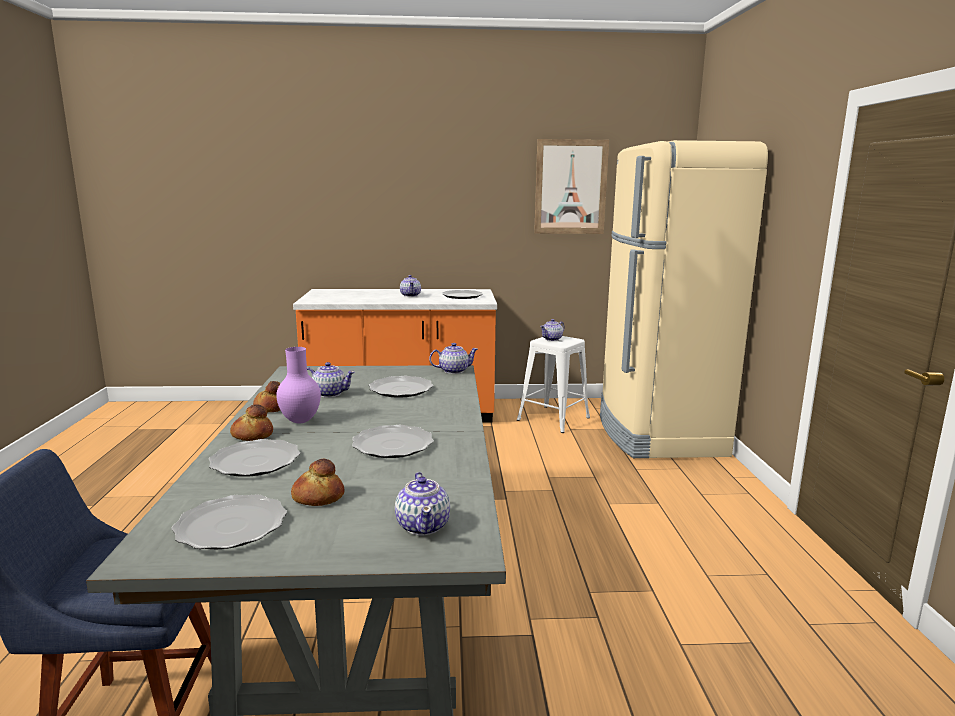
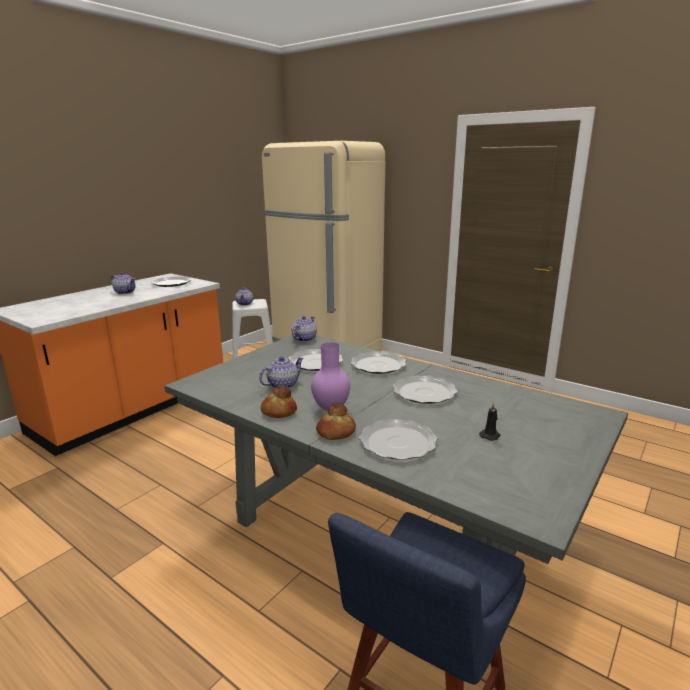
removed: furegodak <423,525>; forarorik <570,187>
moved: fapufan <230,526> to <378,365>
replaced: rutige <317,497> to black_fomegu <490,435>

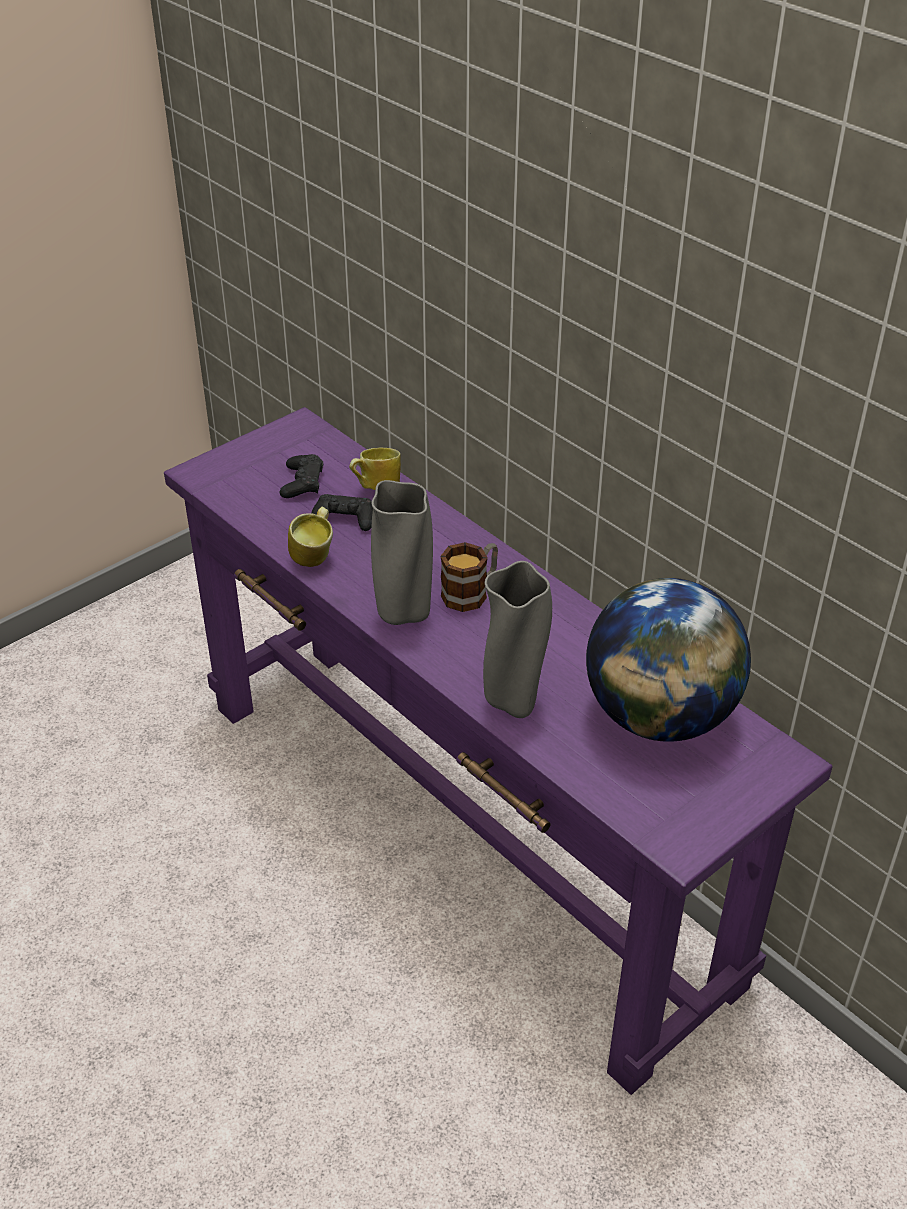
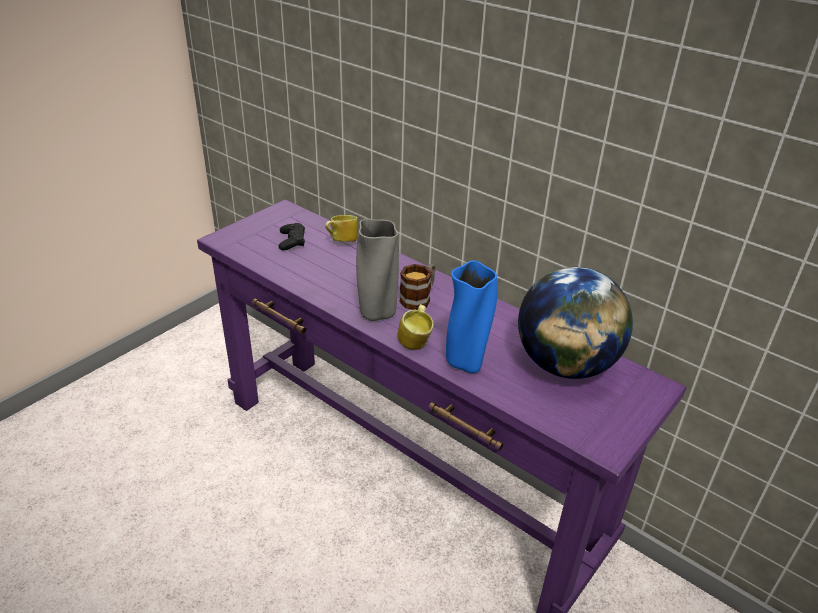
removed: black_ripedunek <344,519>
moved: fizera <315,556> to <416,341>
recoloured: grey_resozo <513,702> to blue_resozo <465,363>

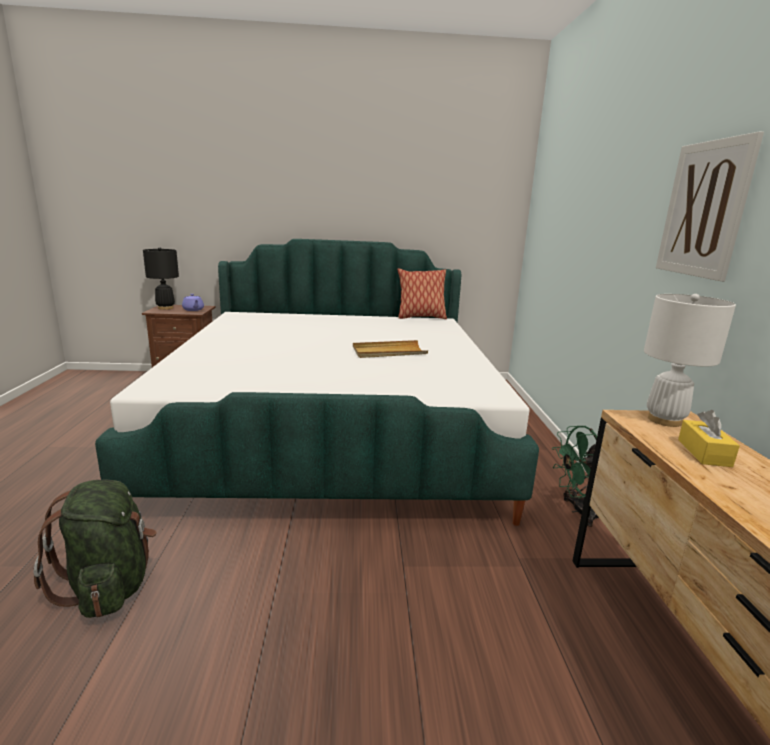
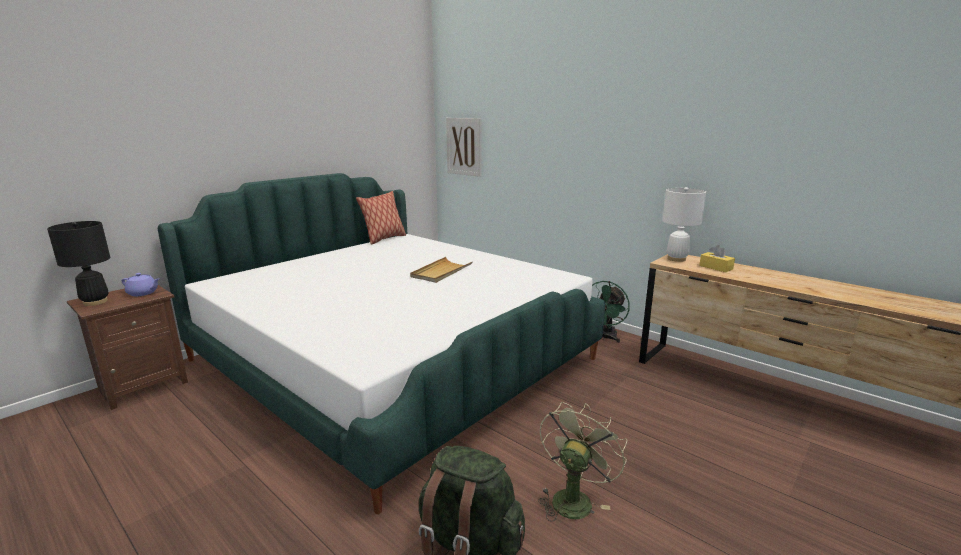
added: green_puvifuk <573,498>
moved: forarorik <704,209> to <464,146>

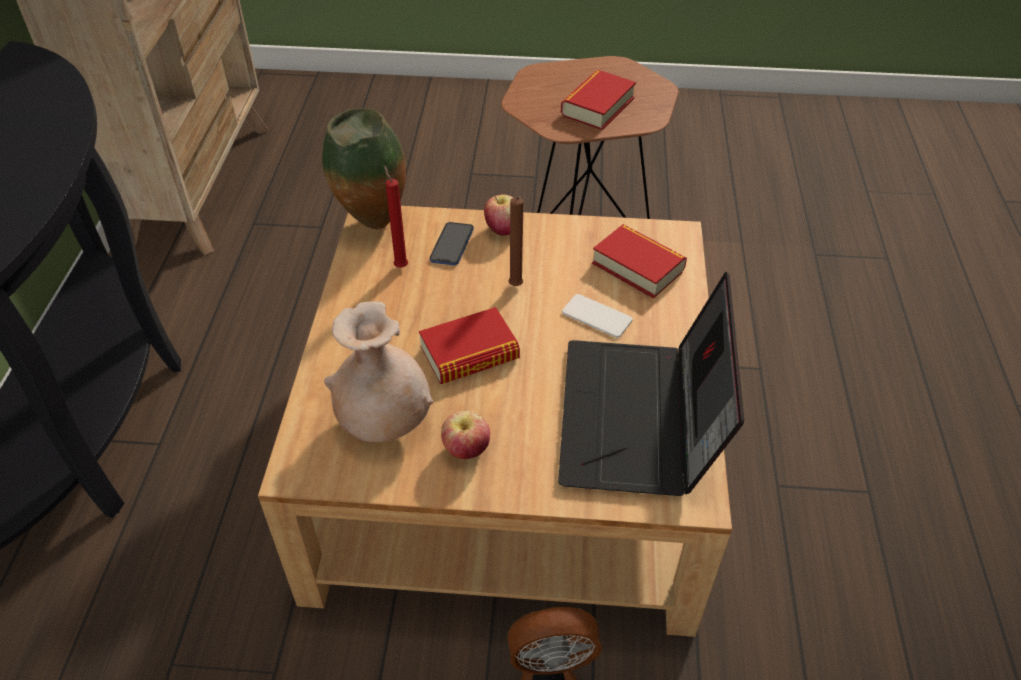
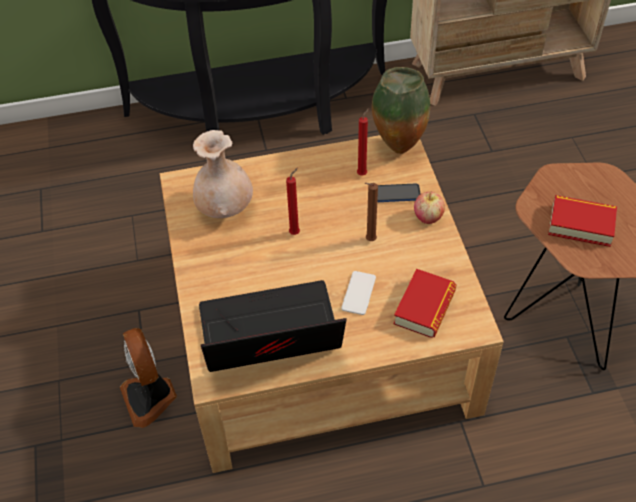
removed: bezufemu <466,450>
replaced: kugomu <469,353> to red_fomegu <296,232>

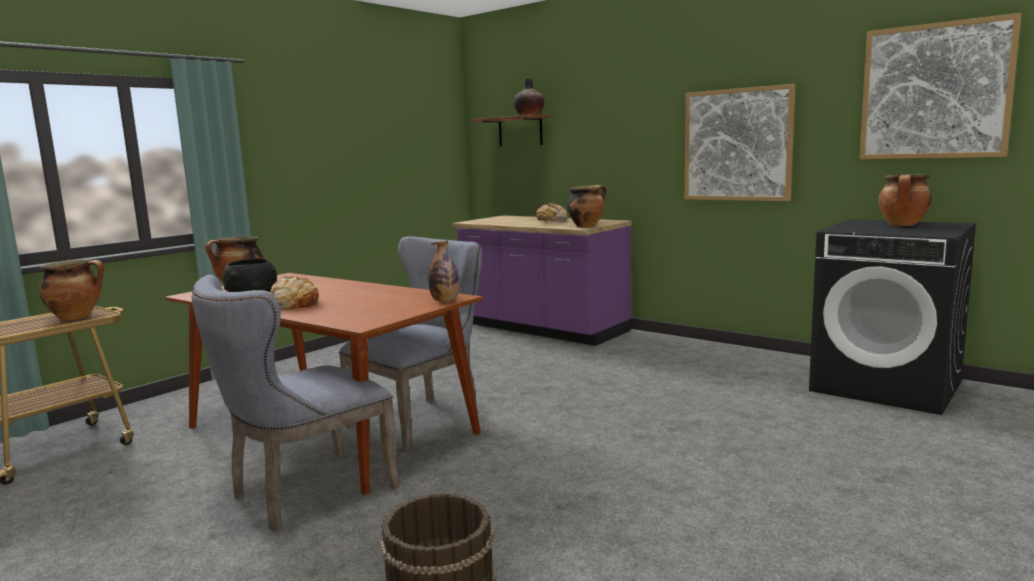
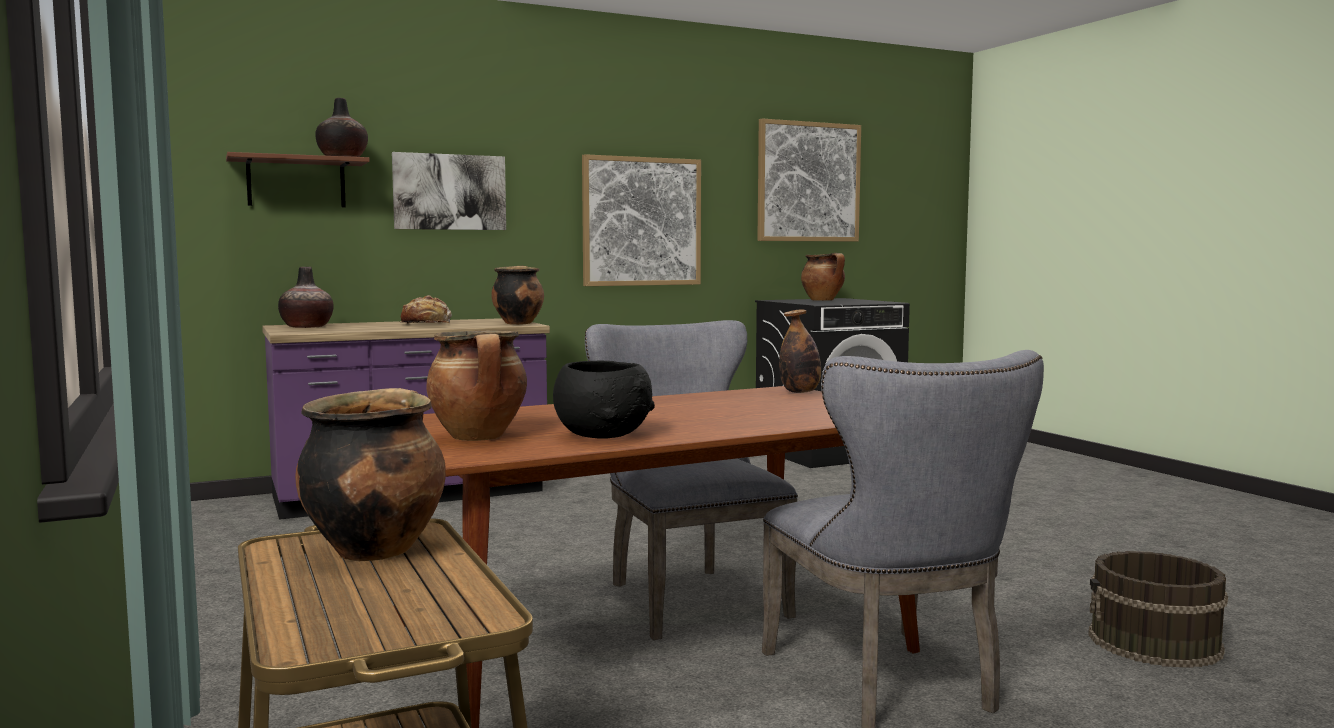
removed: rutige <294,304>
added: resozo <307,327>; forarorik <449,192>

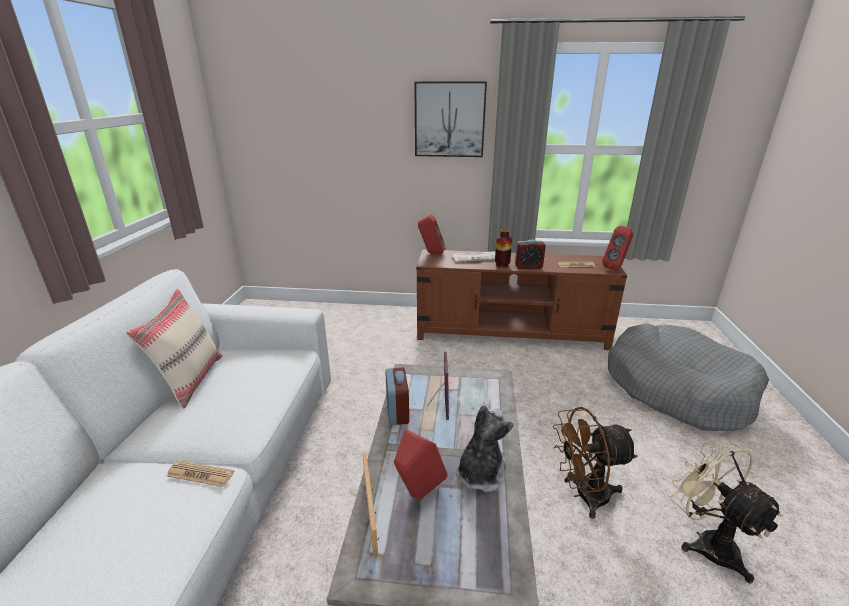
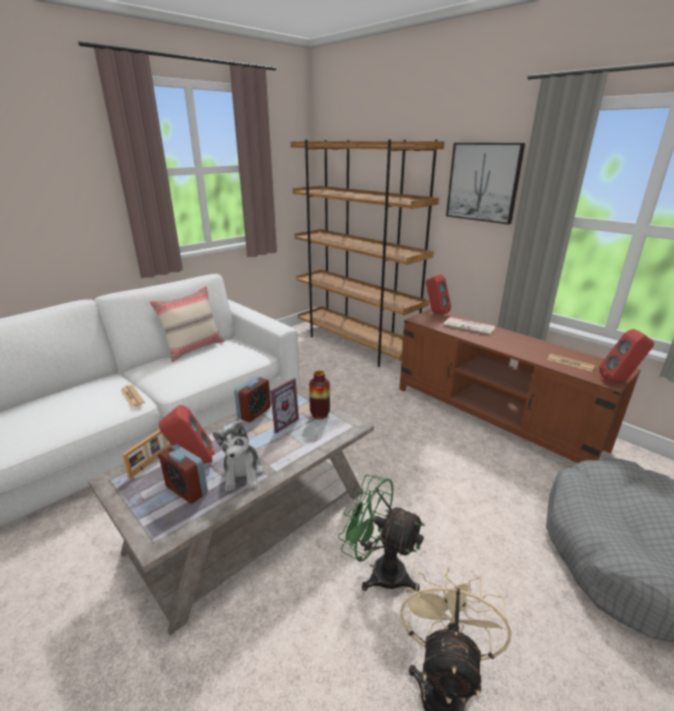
added: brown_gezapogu <356,345>
moved: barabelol <528,267> to <187,490>; resozo <502,265> to <320,414>
recoloured: brown_puvifuk <584,495> to green_puvifuk <379,570>
turned: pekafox <480,473> = <242,473> 105 degrees clockwise

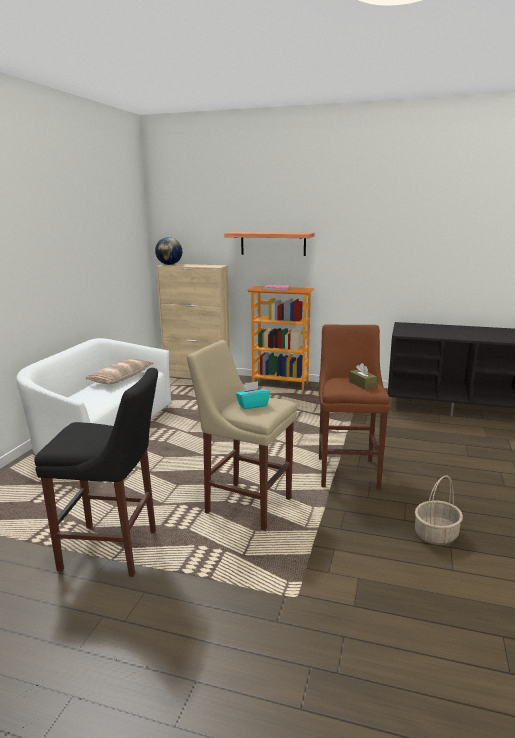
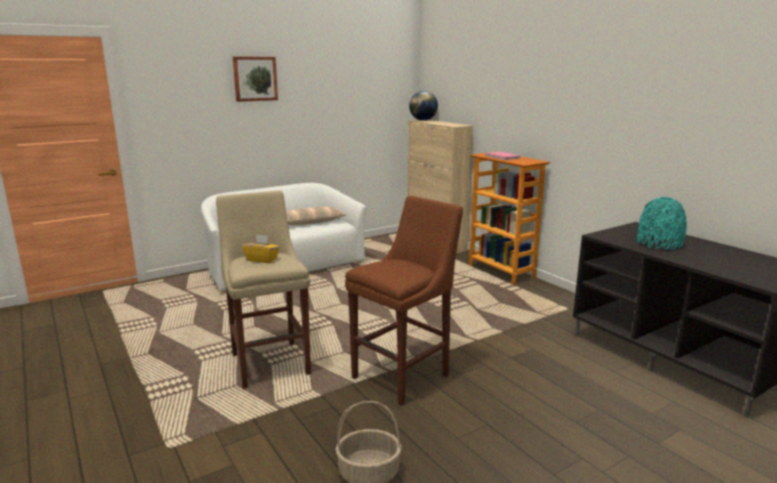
removed: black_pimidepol <114,551>; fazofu <273,243>; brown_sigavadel <362,384>
added: forarorik <255,78>; turquoise_resozo <659,244>
recoloured: turquoise_sigavadel <252,405> to yellow_sigavadel <262,259>

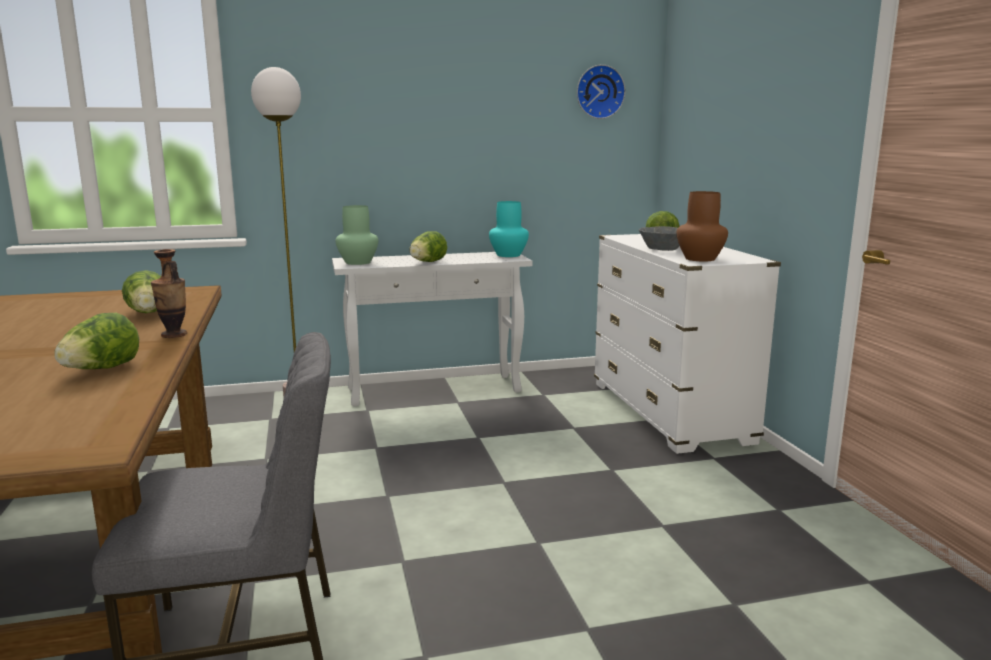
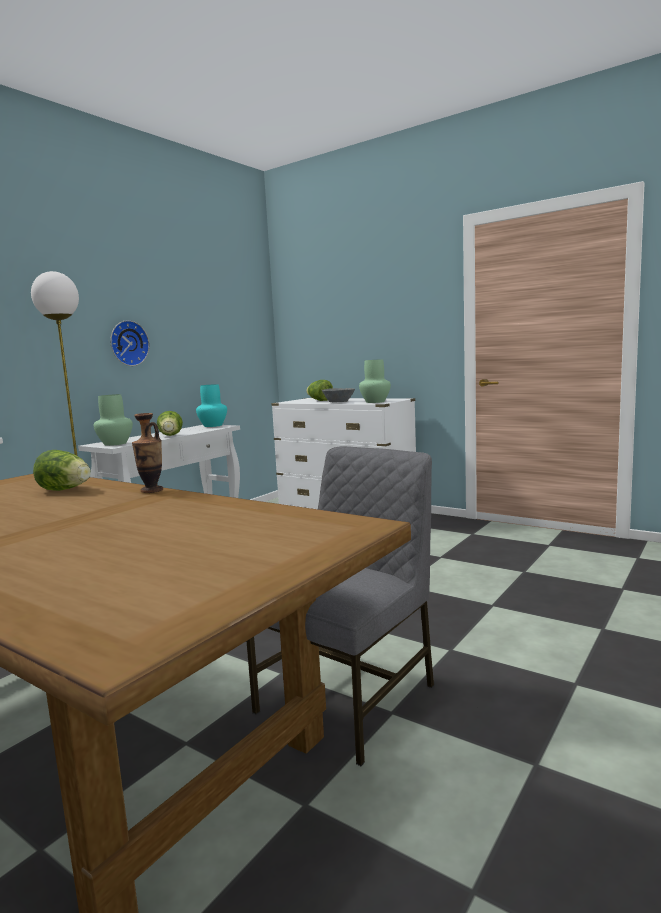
removed: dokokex <101,369>
moved: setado <599,92> to <128,343>
recoloured: brown_resozo <700,259> to green_resozo <375,402>

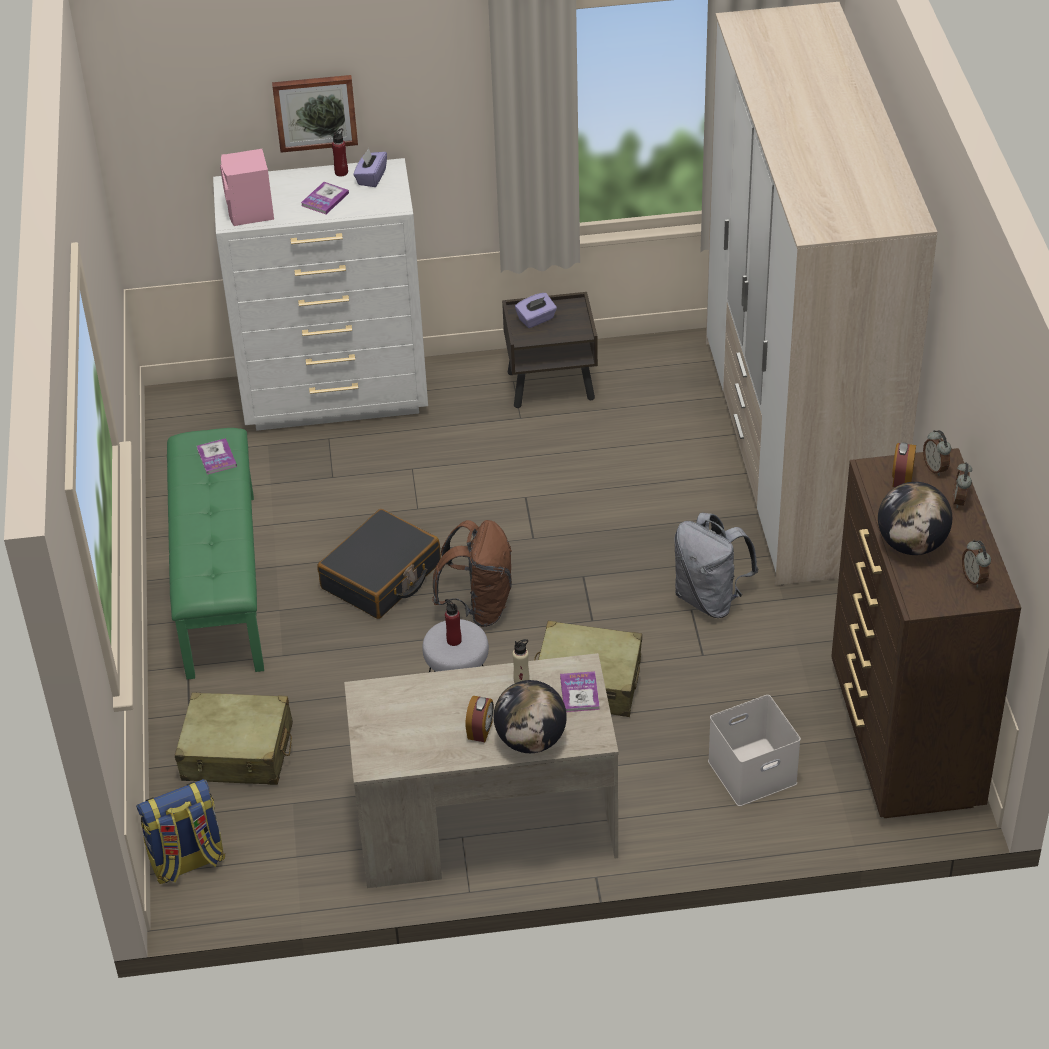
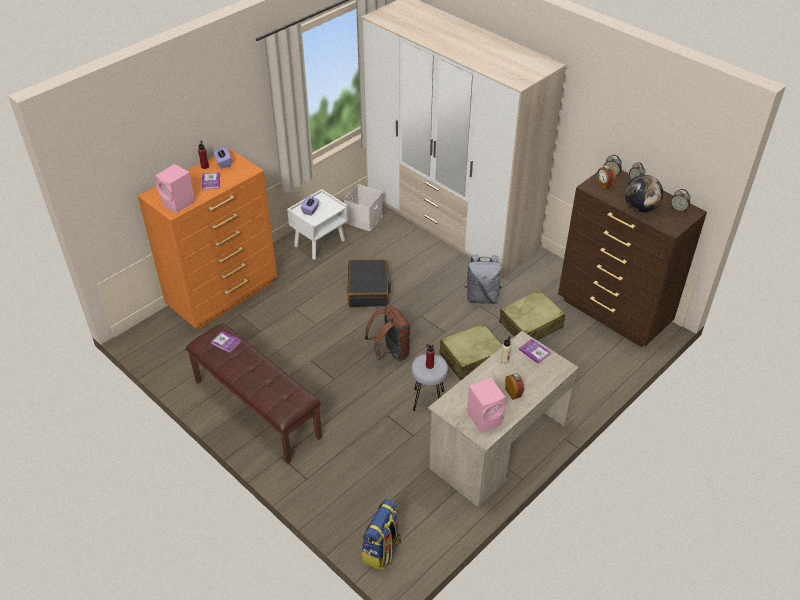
removed: forarorik <315,112>; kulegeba <531,740>
added: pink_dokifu <485,417>
moved: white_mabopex <751,773> to <364,219>; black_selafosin <381,576> to <368,289>; beige_selafosin <237,752> to <531,325>
recoloured: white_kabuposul <336,398> to orange_kabuposul <224,295>; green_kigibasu <219,583> to brown_kigibasu <256,409>; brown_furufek <552,385> to white_furufek <320,243>

